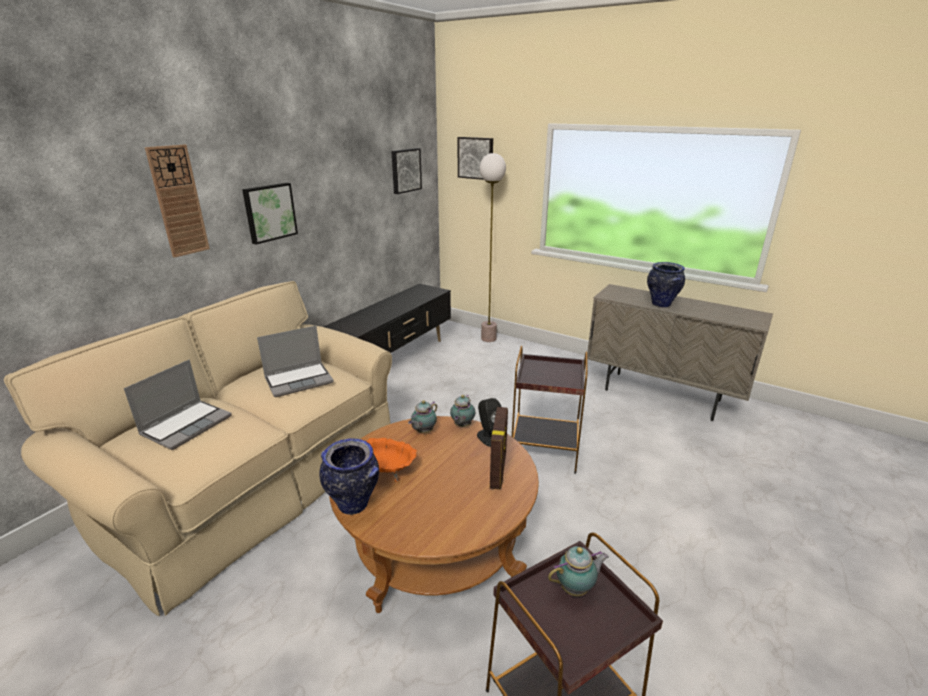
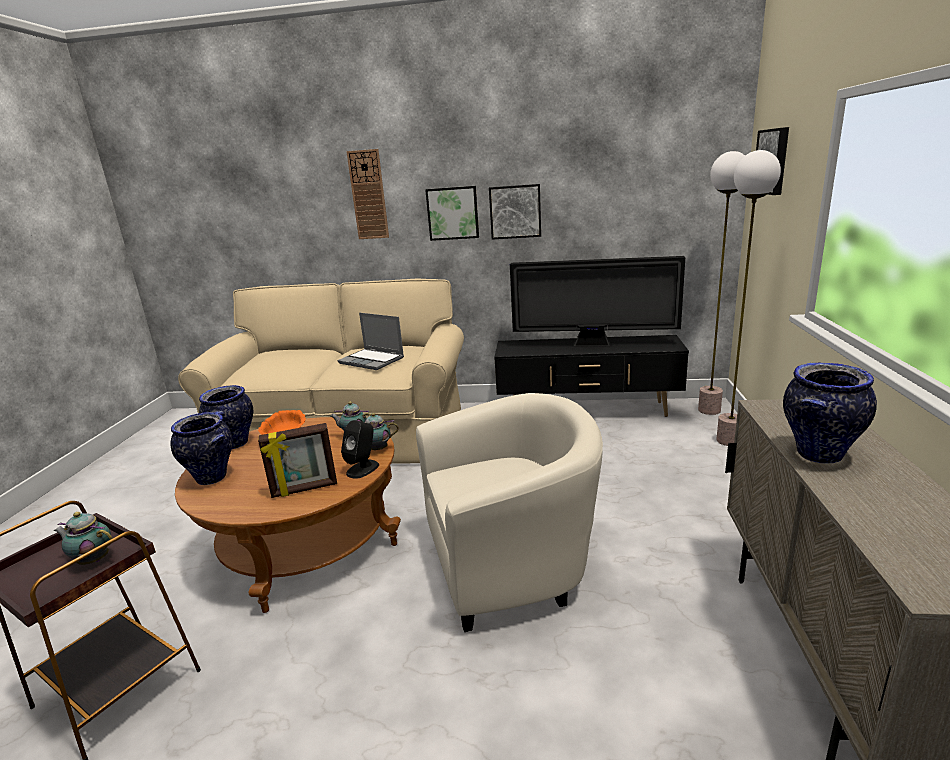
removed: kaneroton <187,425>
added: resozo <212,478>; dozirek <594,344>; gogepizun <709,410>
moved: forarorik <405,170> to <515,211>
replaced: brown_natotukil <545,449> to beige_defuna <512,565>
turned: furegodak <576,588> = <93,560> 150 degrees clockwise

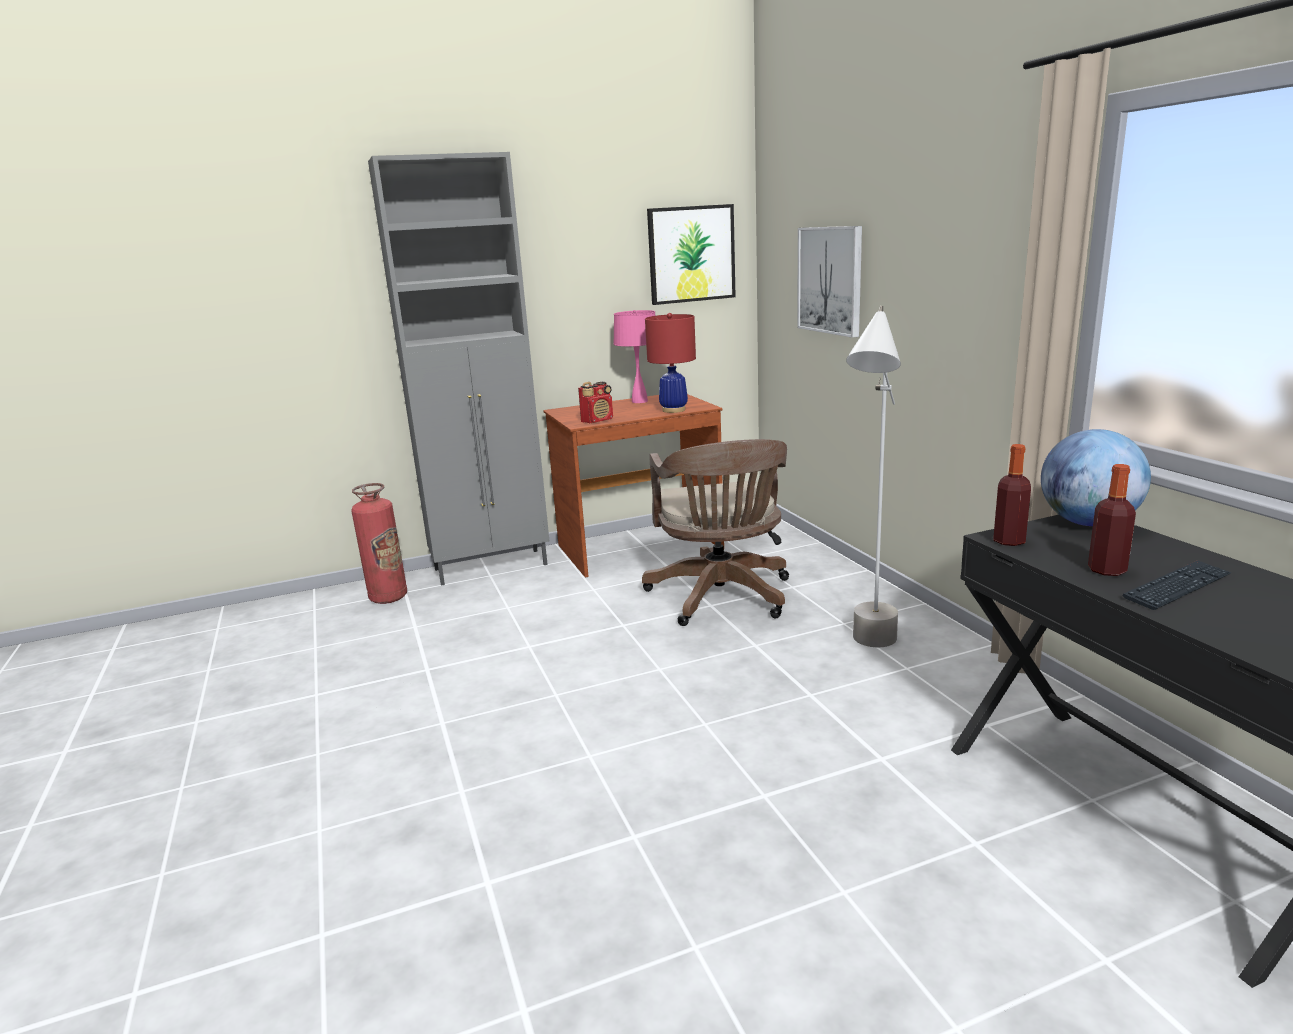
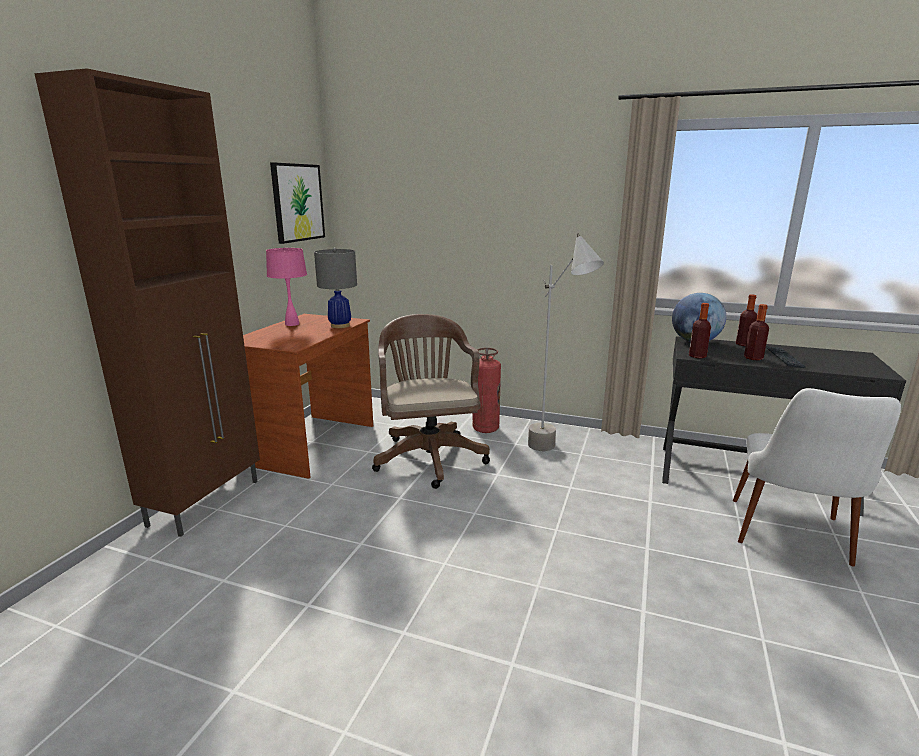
removed: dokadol <598,420>; forarorik <830,280>
added: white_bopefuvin <791,542>; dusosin <743,344>
moved: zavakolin <388,597> to <485,428>
recoloured: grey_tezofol <493,567> to brown_tezofol <207,502>; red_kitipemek <674,410> to grey_kitipemek <340,326>
turned: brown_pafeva <721,598> = <429,456> 135 degrees counterclockwise

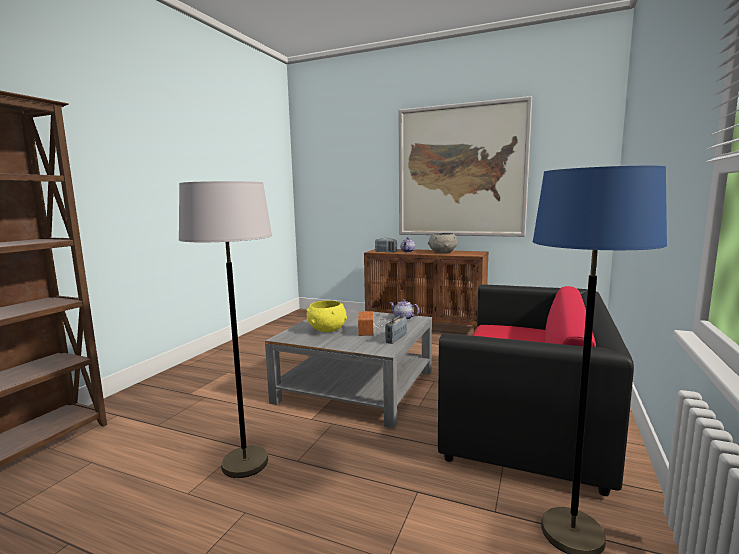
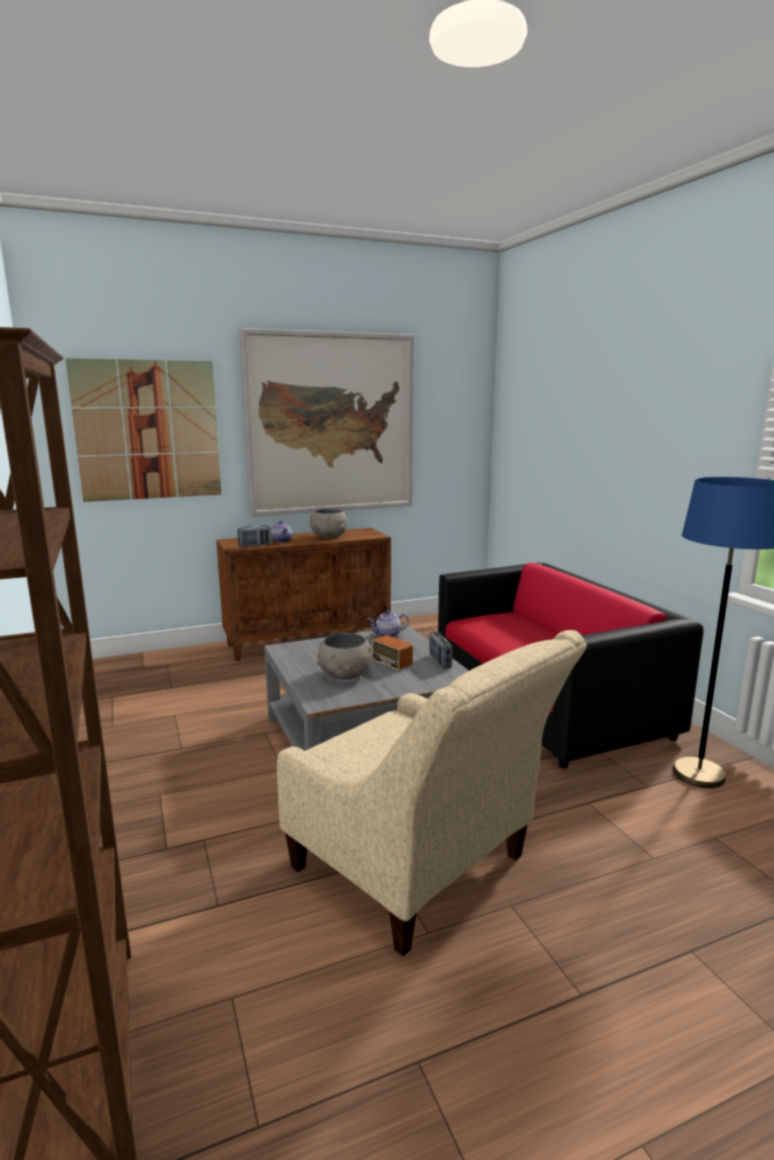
added: forarorik <148,430>
replaced: grey_gogepizun <245,463> to beige_defuna <421,871>
recoloured: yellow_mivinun <327,330> to grey_mivinun <345,675>

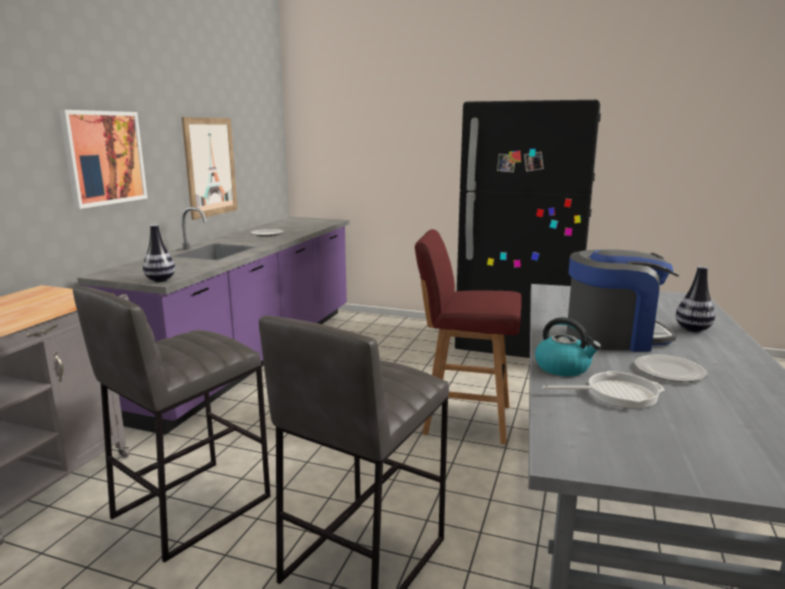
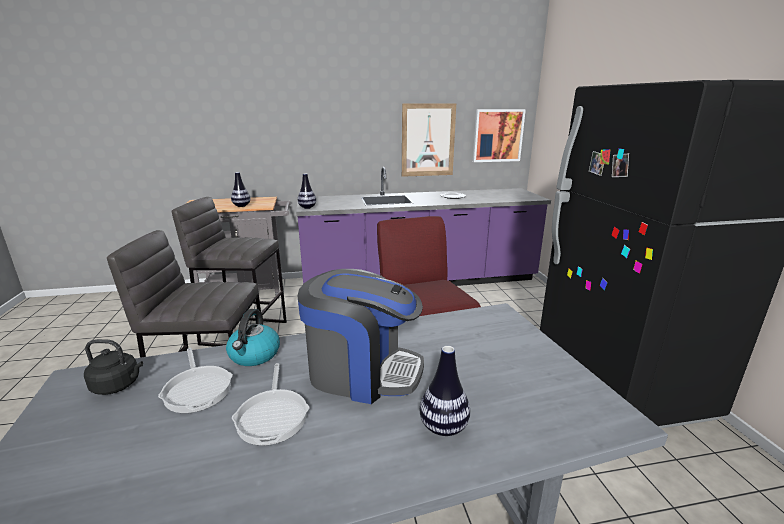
added: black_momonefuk <118,385>; resozo <241,206>
moved: forarorik <104,158> to <497,135>
replaced: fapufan <668,371> to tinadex <273,416>
turned: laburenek <614,337> = <362,371> 45 degrees counterclockwise

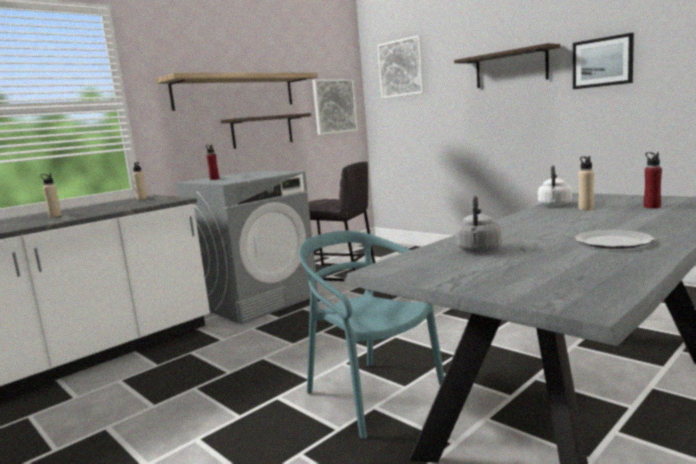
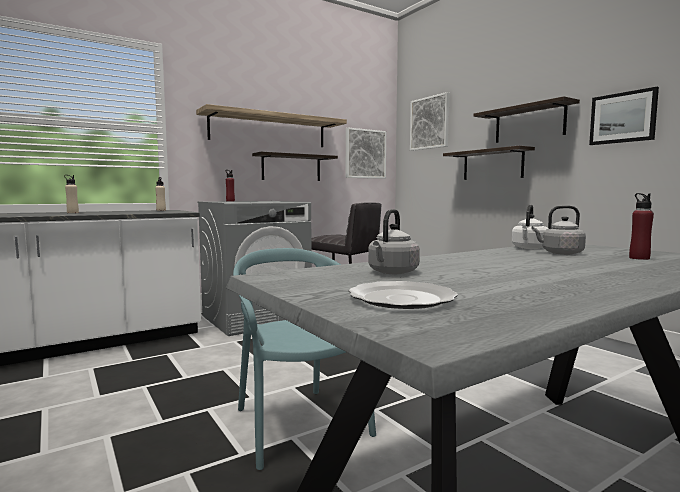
added: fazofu <492,164>
moved: fapufan <613,242> to <401,299>
replaced: beige_dusosin <586,208> to grey_momonefuk <560,253>

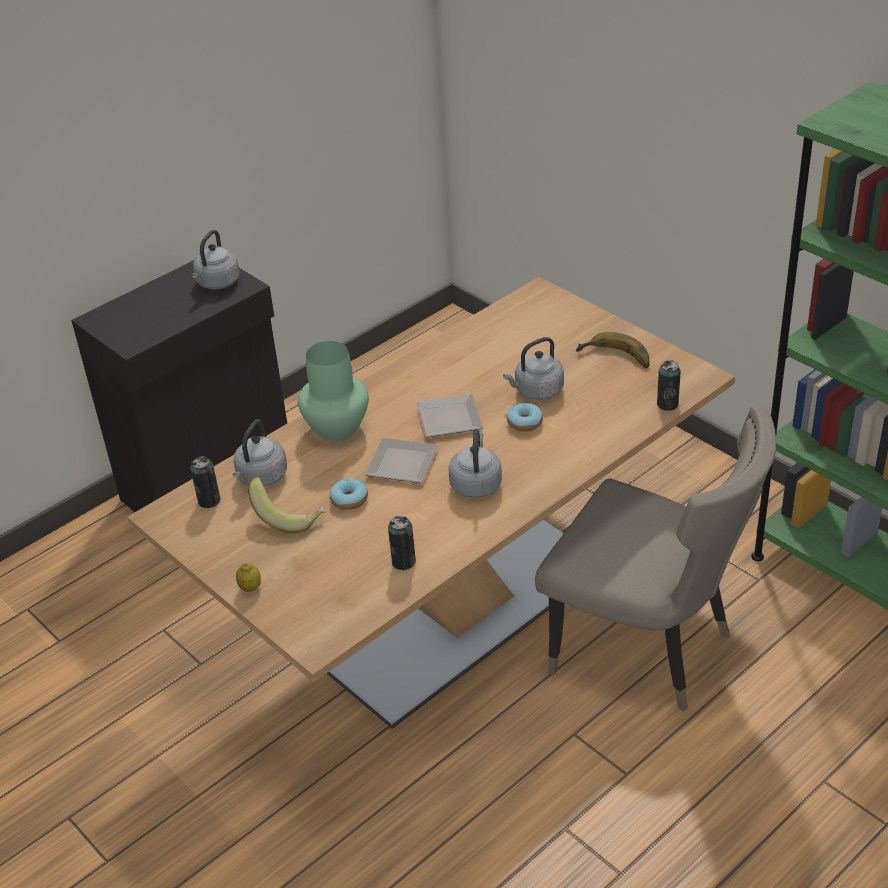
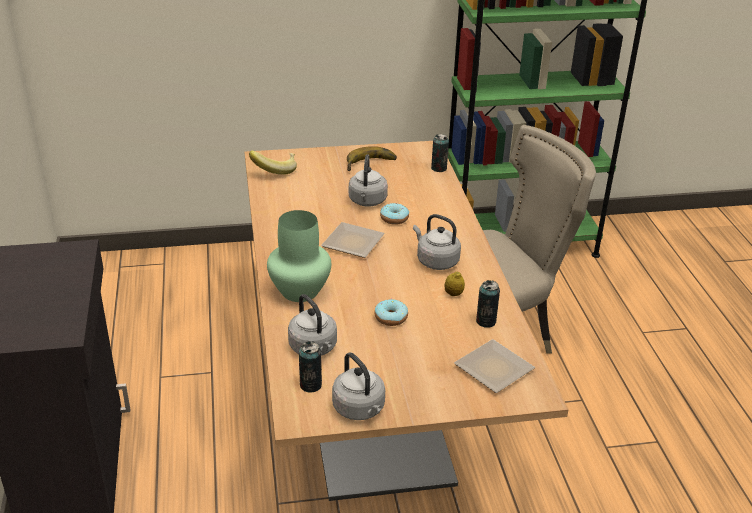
moved: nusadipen <288,517> to <275,170>; grey_momonefuk <217,283> to <360,409>; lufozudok <250,587> to <453,294>; fapufan <403,465> to <496,369>

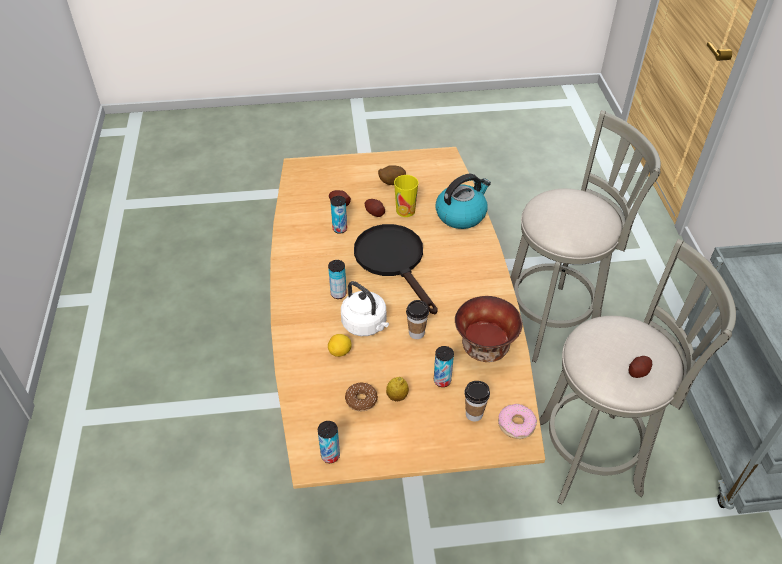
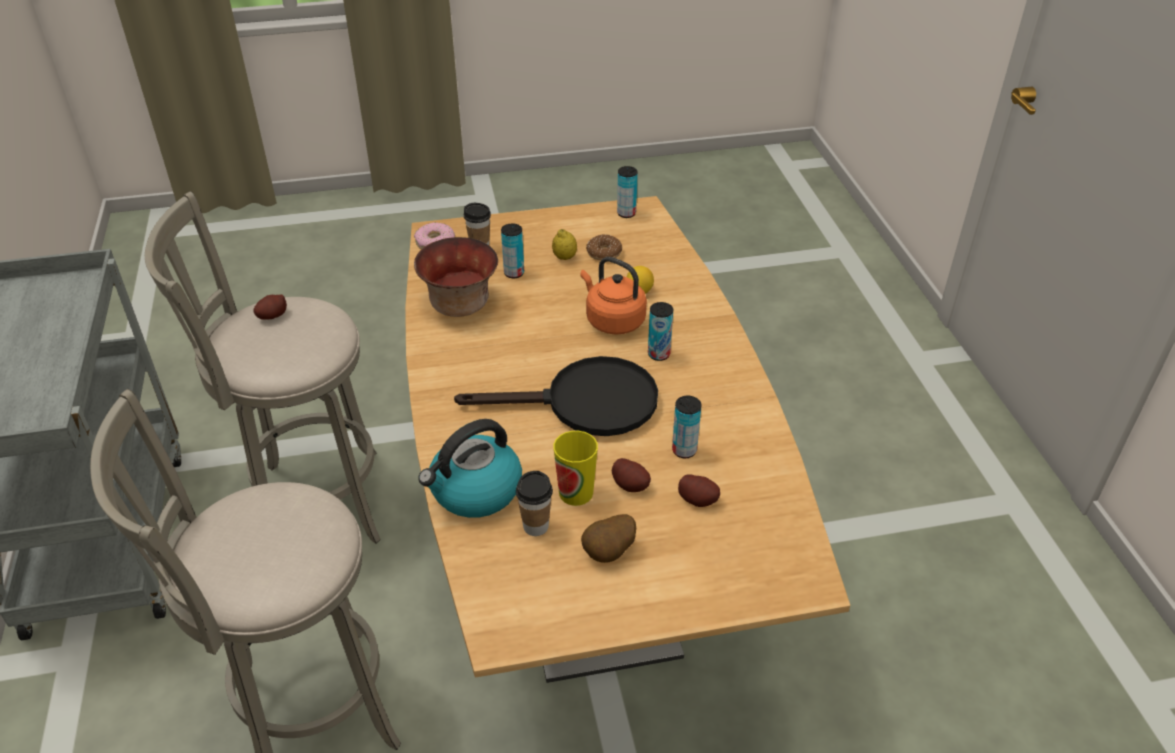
moved: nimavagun <416,333> to <536,526>
recoloured: white_momonefuk <366,325> to orange_momonefuk <612,320>
turned: black_tinadex <394,261> = <586,403> 60 degrees counterclockwise

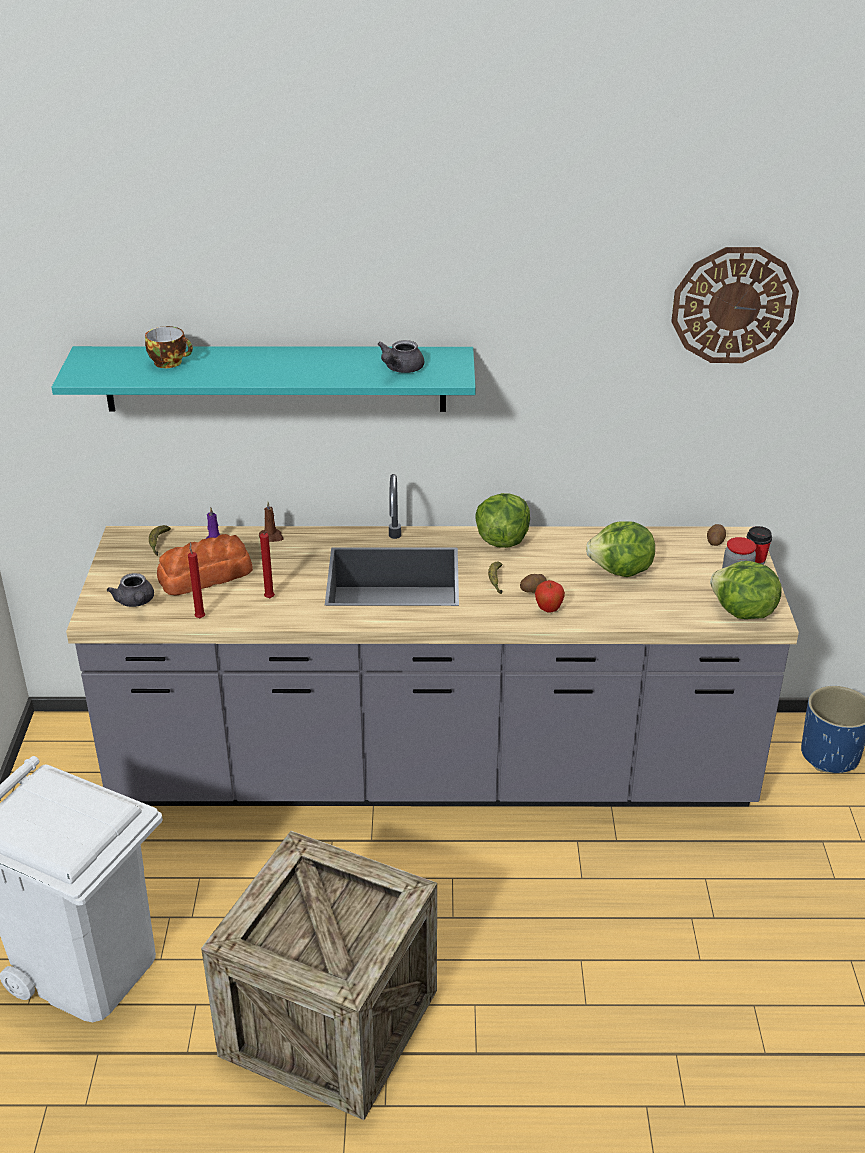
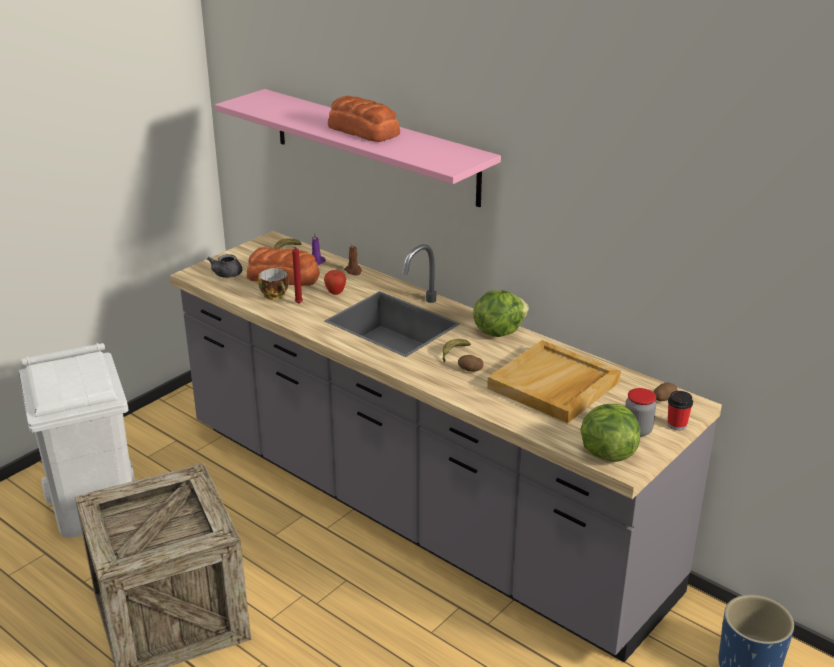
removed: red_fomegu <200,617>; grey_furegodak <400,369>; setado <734,305>
added: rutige <363,130>
moved: nimavagun <170,362> to <276,295>; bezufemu <548,610> to <335,293>
replaced: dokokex <621,571> to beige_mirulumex <554,386>
recoloured: turquoise_fazofu <275,378> to pink_fazofu <373,146>

